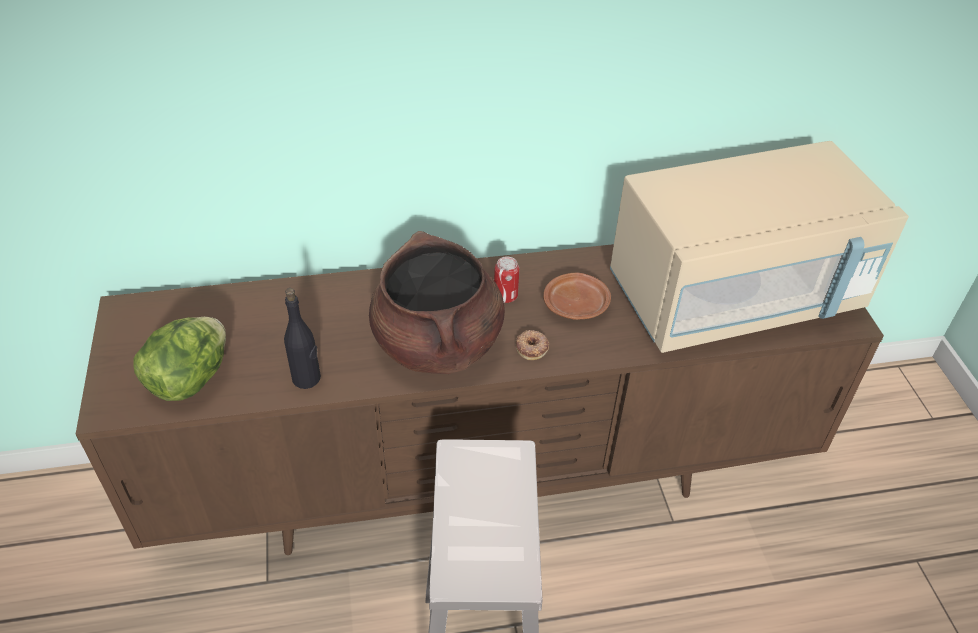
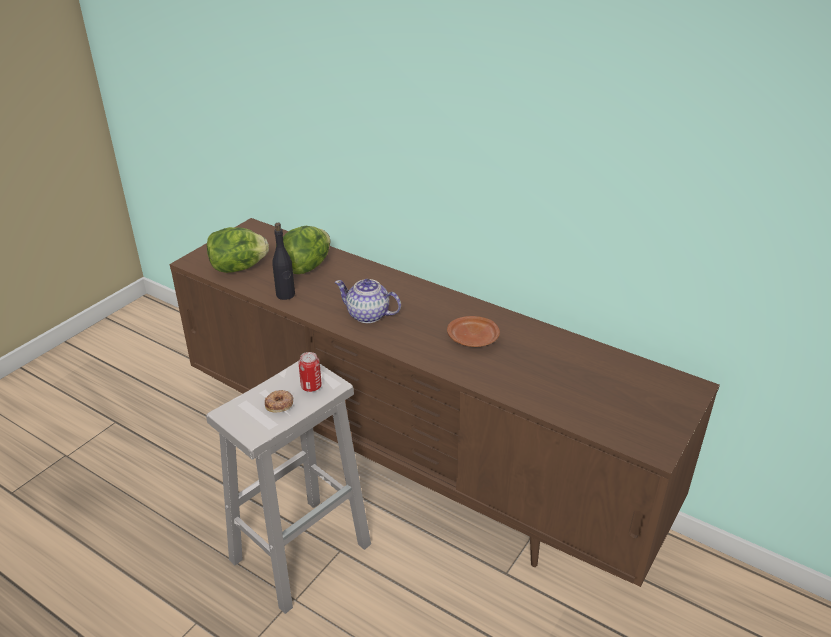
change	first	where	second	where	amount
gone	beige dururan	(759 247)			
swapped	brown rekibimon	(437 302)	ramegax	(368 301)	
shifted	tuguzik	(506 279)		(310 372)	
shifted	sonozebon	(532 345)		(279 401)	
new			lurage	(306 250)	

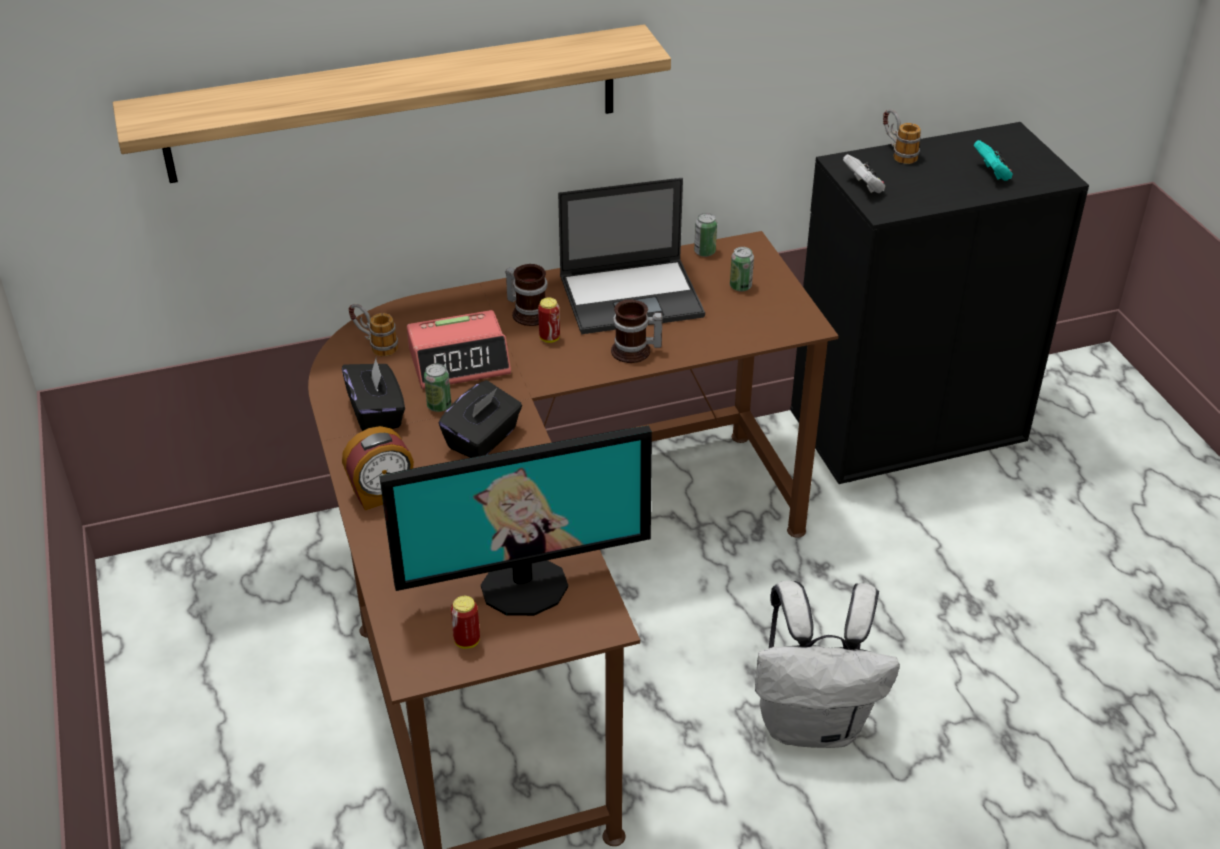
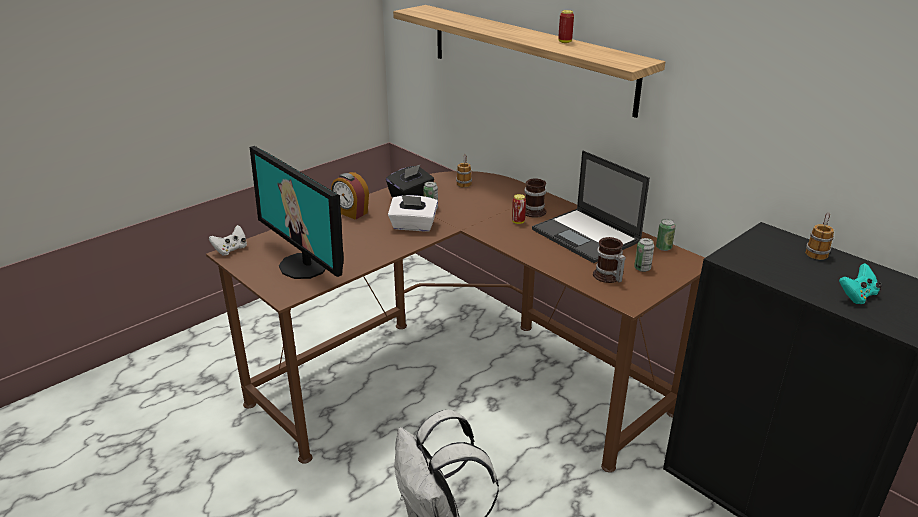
change	first	where	second	where	amount
shifted	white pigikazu	(864 173)		(228 240)	
shifted	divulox	(636 331)		(609 260)	
gone	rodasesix	(459 349)			
repainted	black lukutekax	(480 419)	white lukutekax	(413 213)	
shifted	tuguzik	(465 622)		(566 26)	

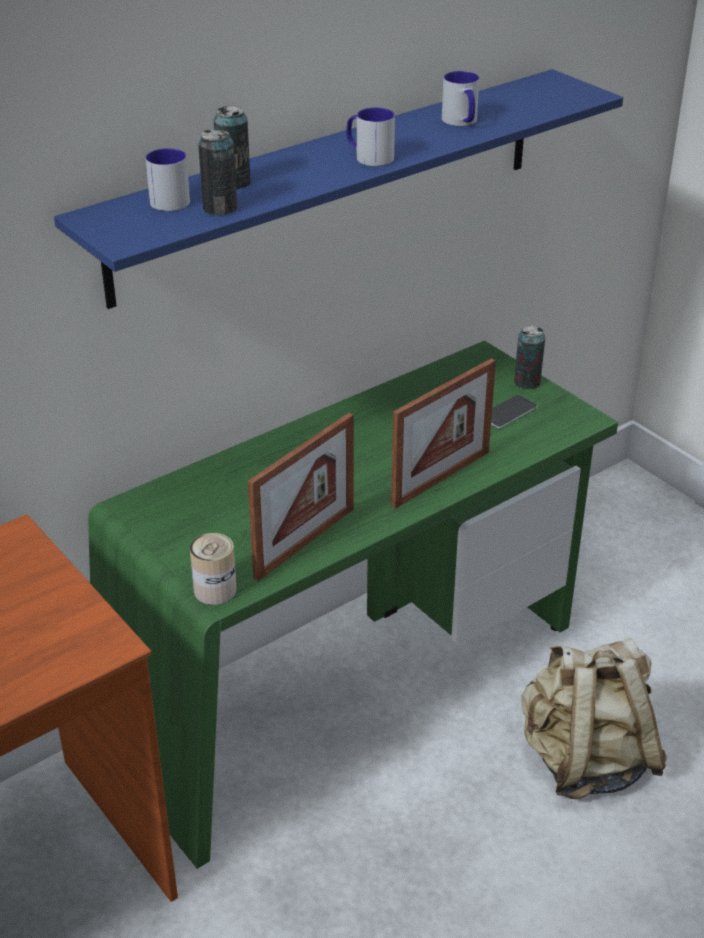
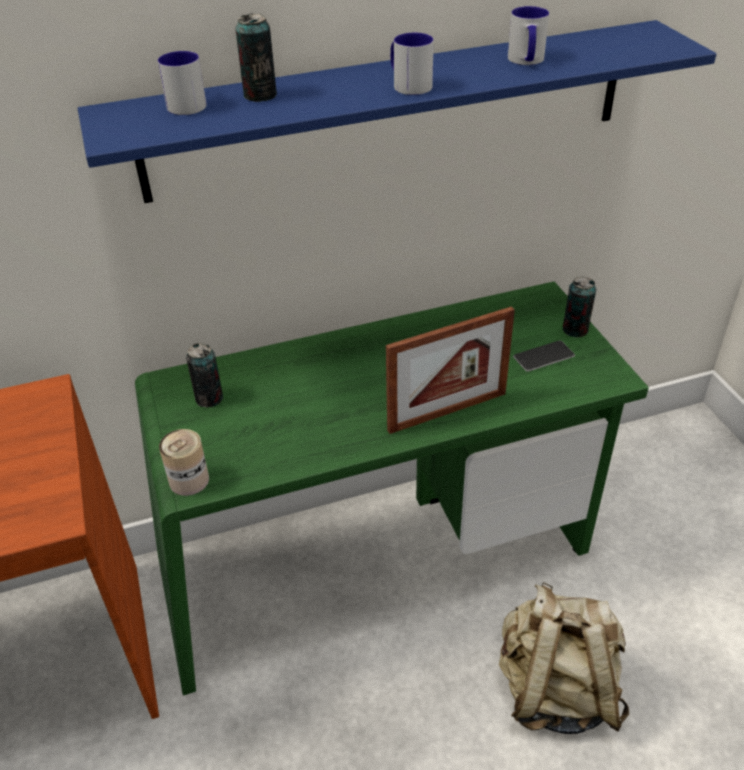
change	first	where	second	where	amount
shifted	tuguzik	(217 172)		(204 375)	
gone	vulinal	(301 497)			

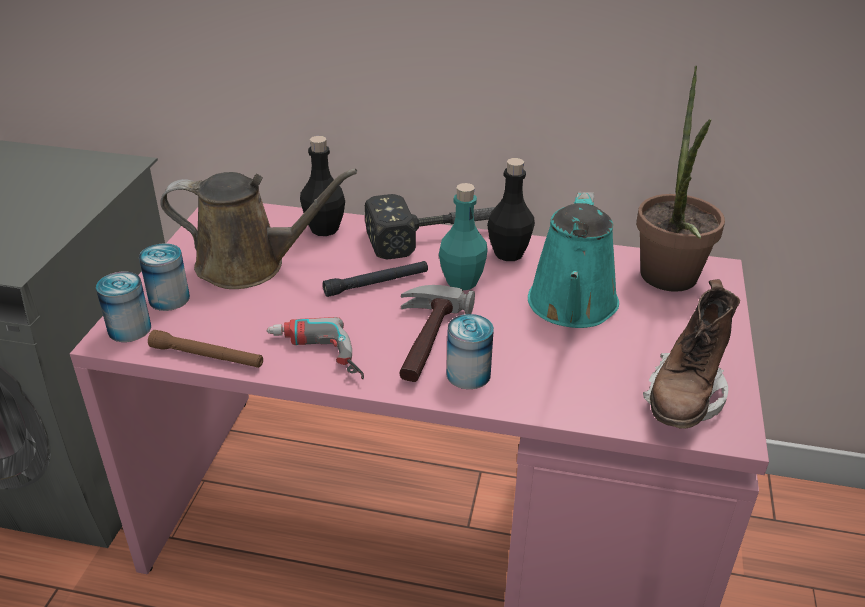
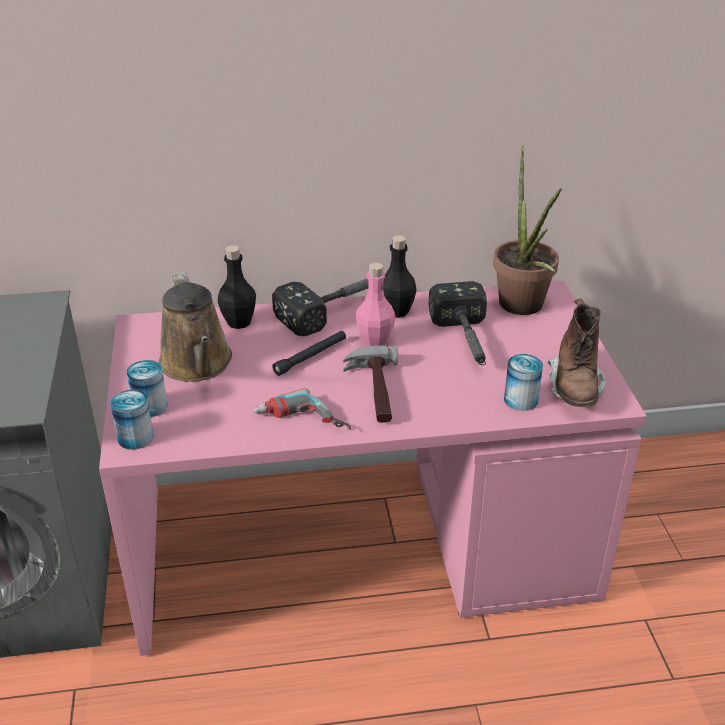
change	first	where	second	where	amount
rotated	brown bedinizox	(258 229)		(195 327)	90 degrees clockwise
repainted	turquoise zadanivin	(463 236)	pink zadanivin	(376 304)	
swapped	turquoise bedinizox	(573 260)	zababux	(458 323)	
shifted	tuguzik	(470 351)		(523 382)	
gone	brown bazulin	(205 349)			

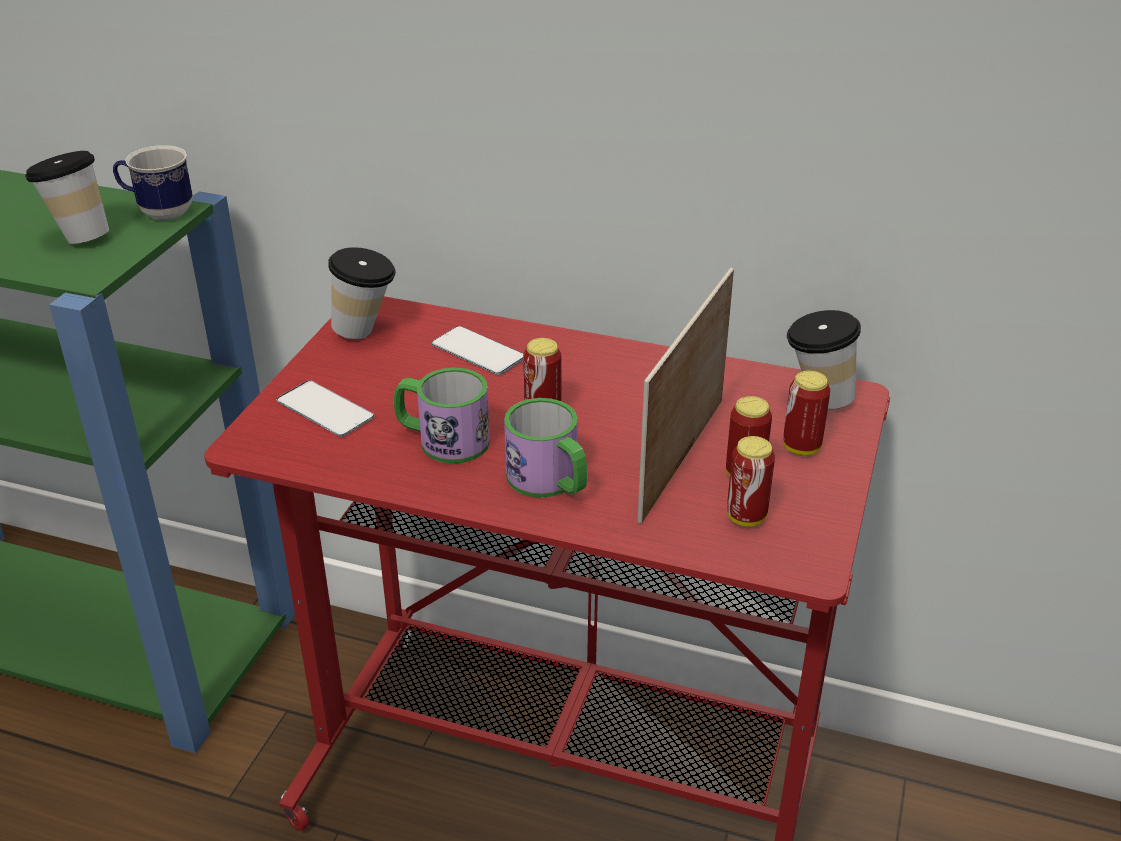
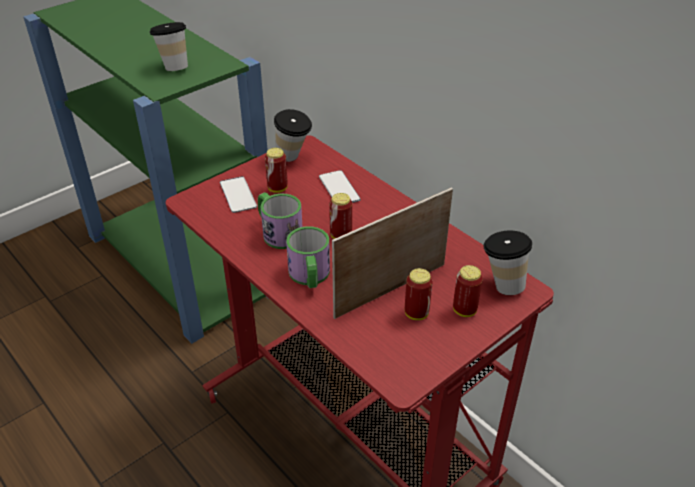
change	first	where	second	where	amount
gone	divulox	(153 182)			
shifted	tuguzik	(751 481)		(276 170)	

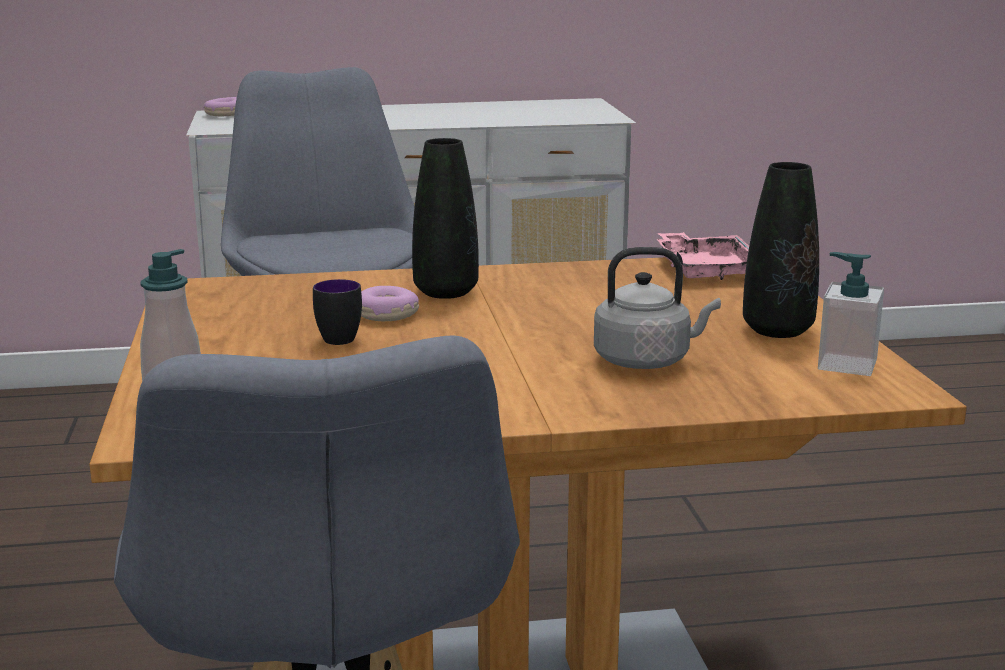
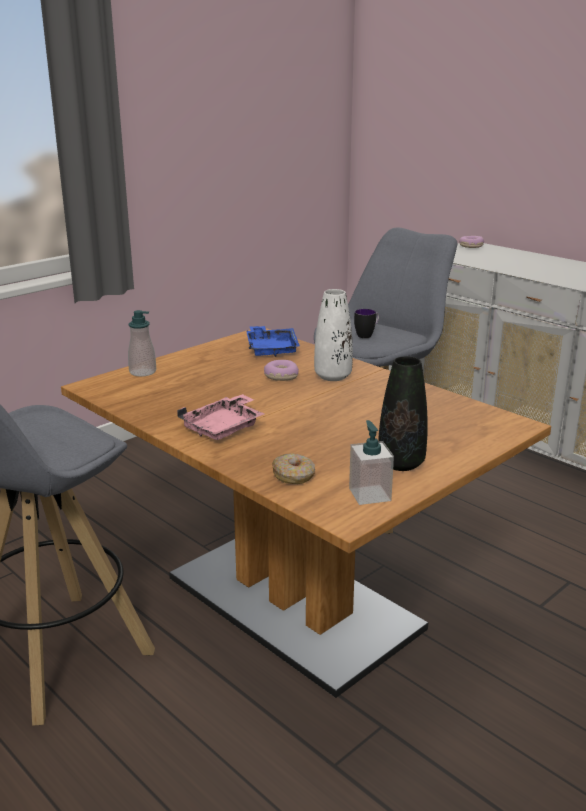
change	first	where	second	where	amount
repainted	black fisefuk	(445 218)	white fisefuk	(333 335)	
shifted	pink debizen	(703 256)		(220 417)	
gone	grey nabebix	(657 308)			
shifted	divulox	(337 312)		(366 323)	
new			blue debizen	(273 341)	
new			sonozebon	(293 468)	

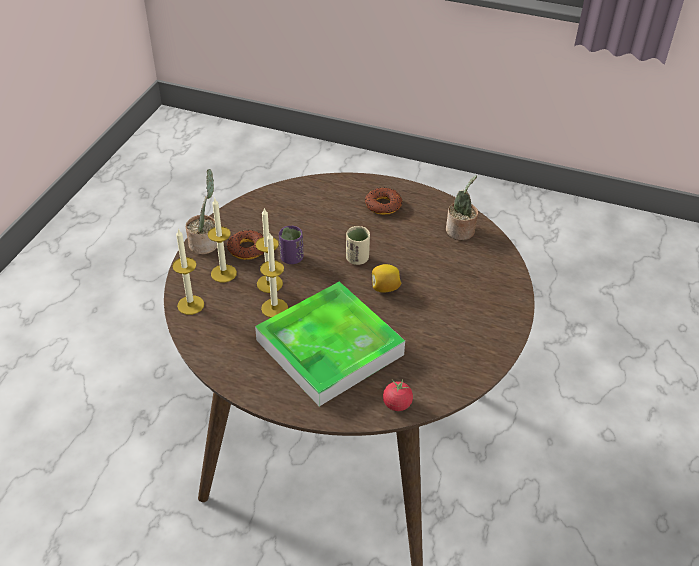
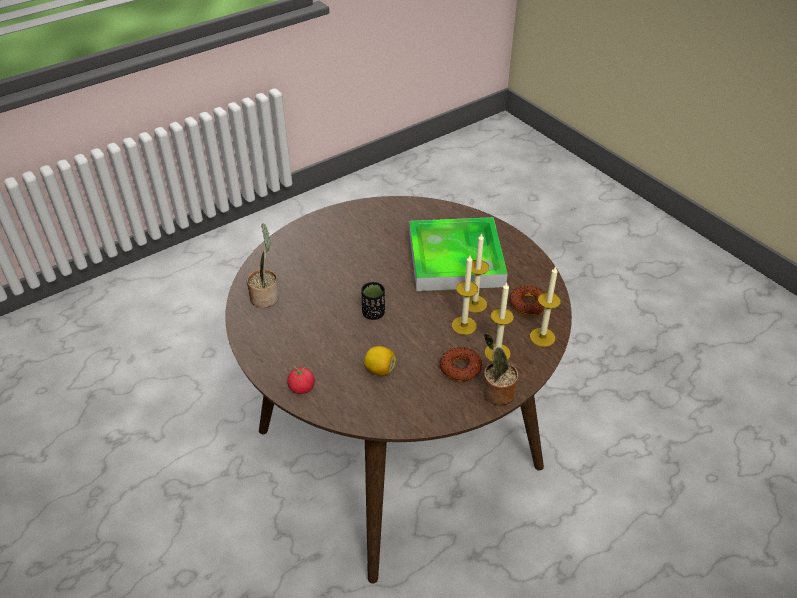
change	first	where	second	where	amount
shifted	sonozebon	(383 201)		(527 300)	
gone	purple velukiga	(291 245)			
repainted	beige velukiga	(358 245)	black velukiga	(373 301)	
shifted	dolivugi	(387 278)		(380 361)	
shifted	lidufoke	(398 395)		(301 380)	

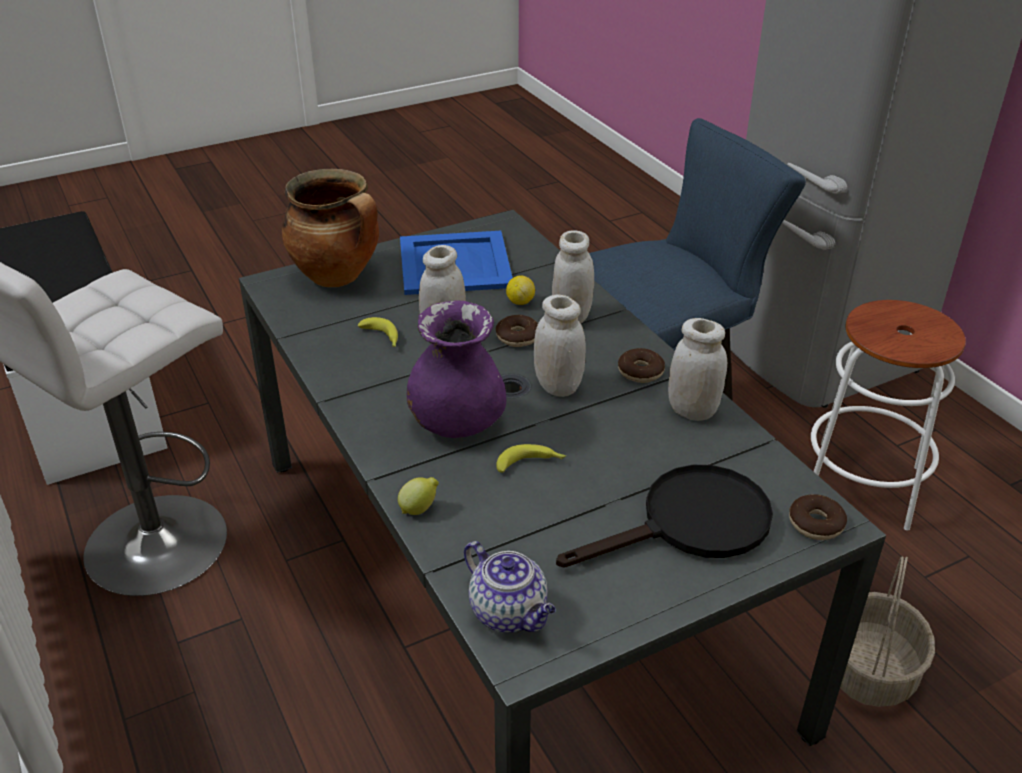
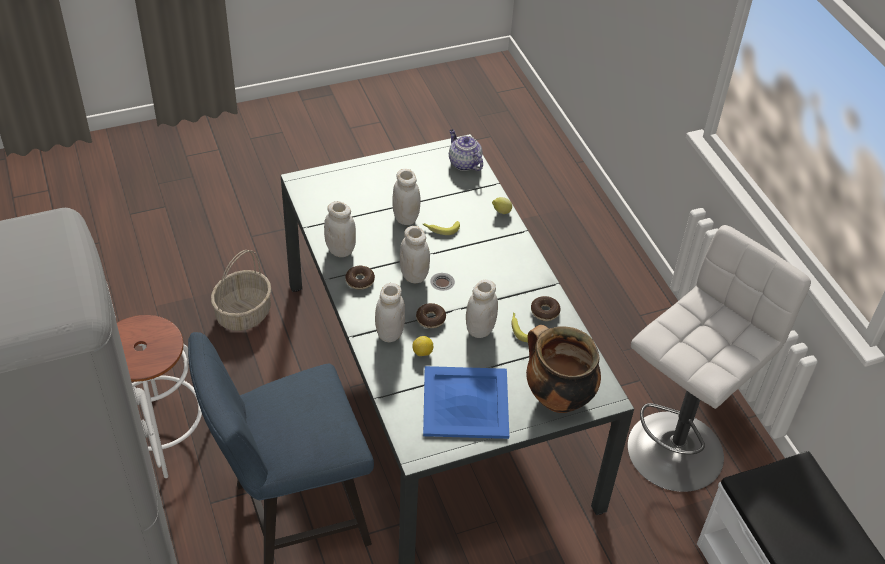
change	first	where	second	where	amount
gone	purple fisefuk	(456 369)			
gone	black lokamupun	(664 516)			
shifted	sonozebon	(818 517)		(546 308)	
new			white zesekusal	(406 197)	

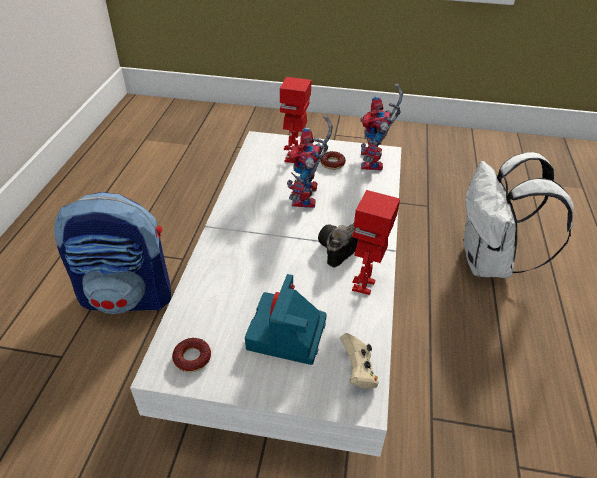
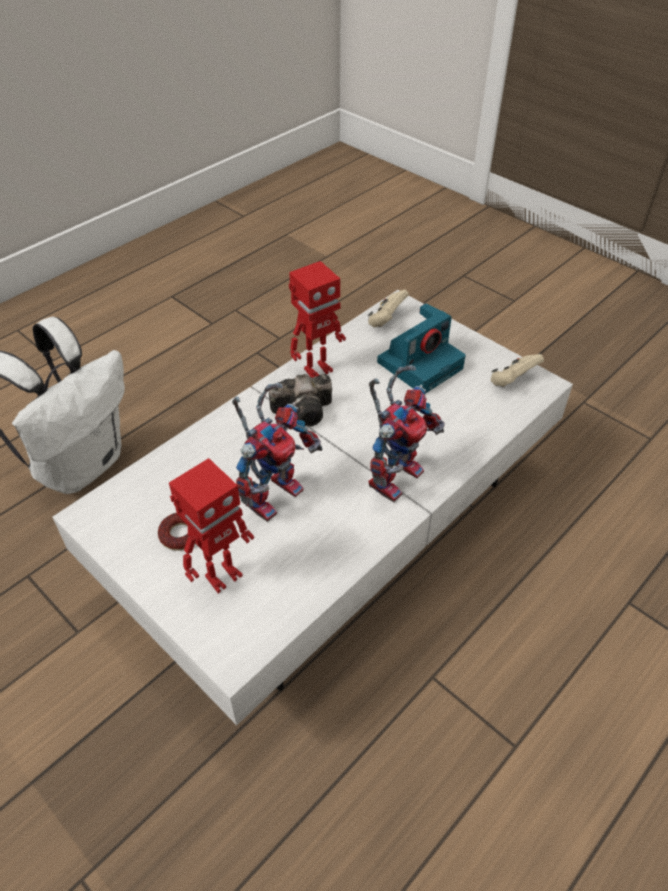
change	first	where	second	where	amount
shifted	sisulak	(381 127)		(406 433)	
gone	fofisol	(112 253)			
swapped	sonozebon	(191 355)	beige pigikazu	(517 370)	

